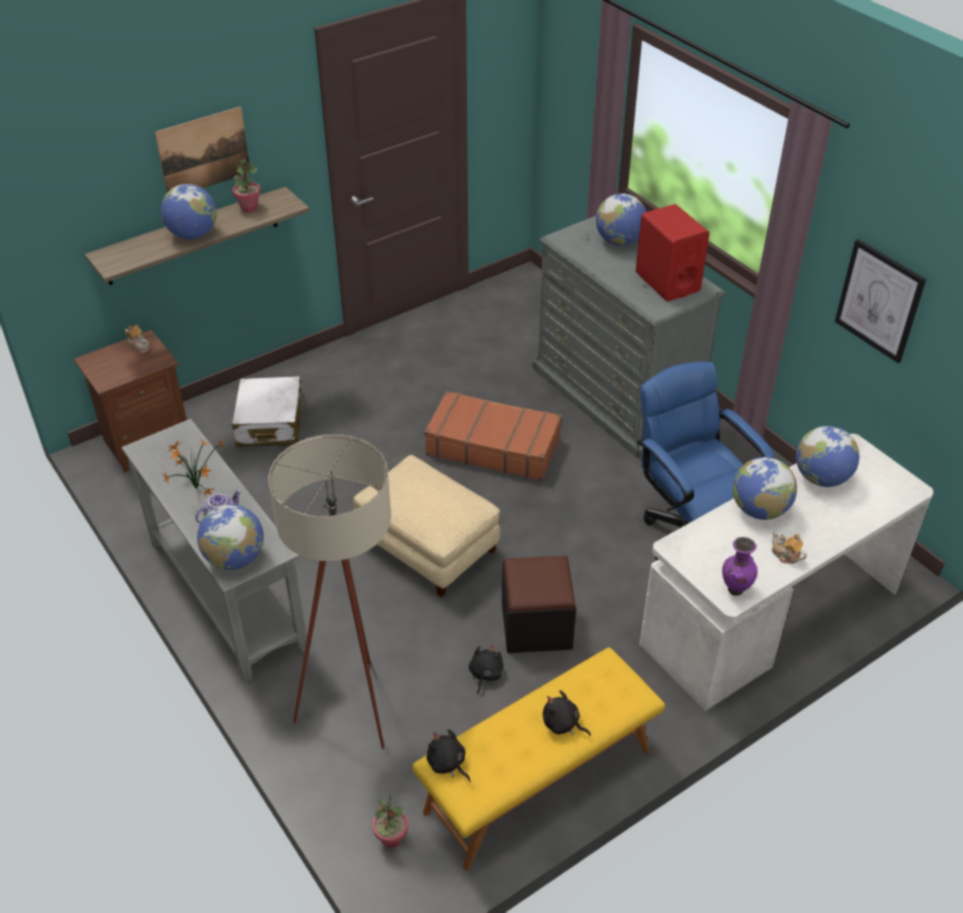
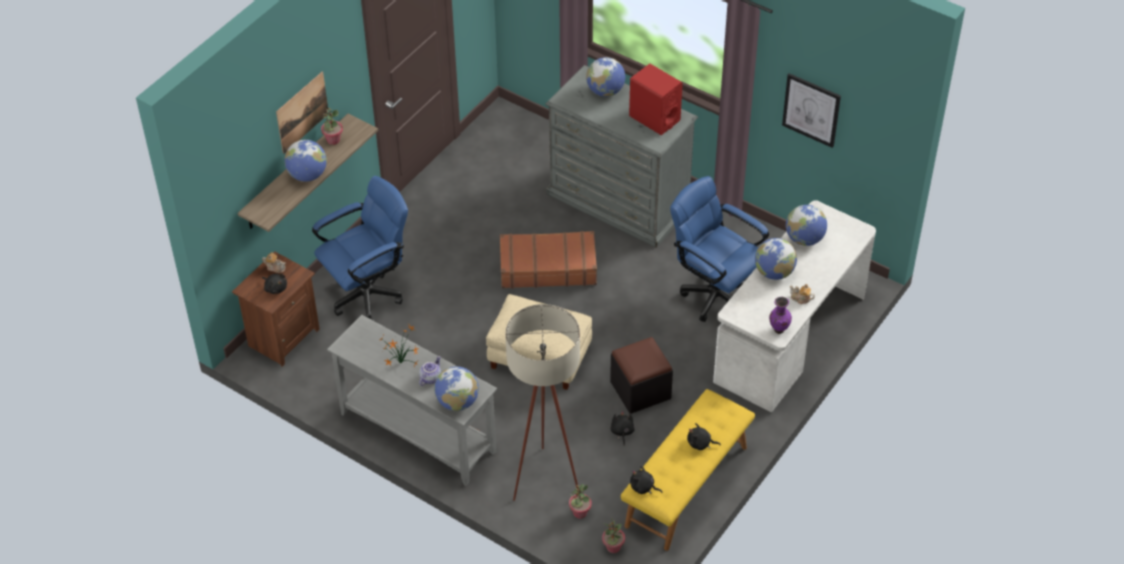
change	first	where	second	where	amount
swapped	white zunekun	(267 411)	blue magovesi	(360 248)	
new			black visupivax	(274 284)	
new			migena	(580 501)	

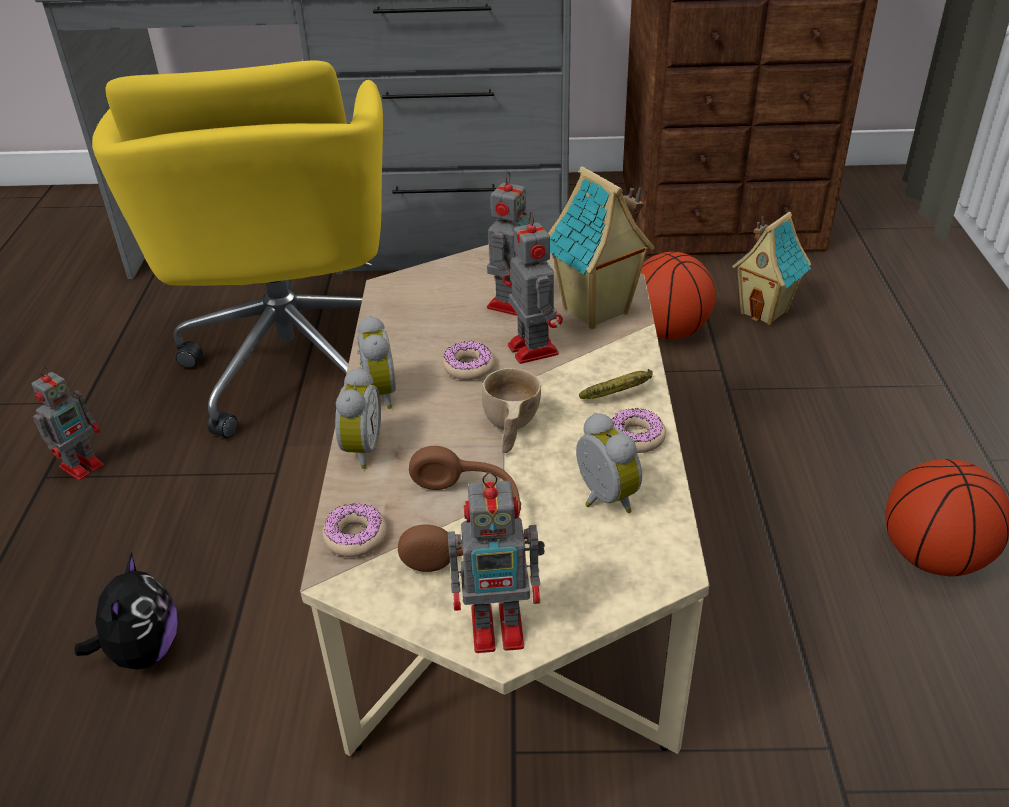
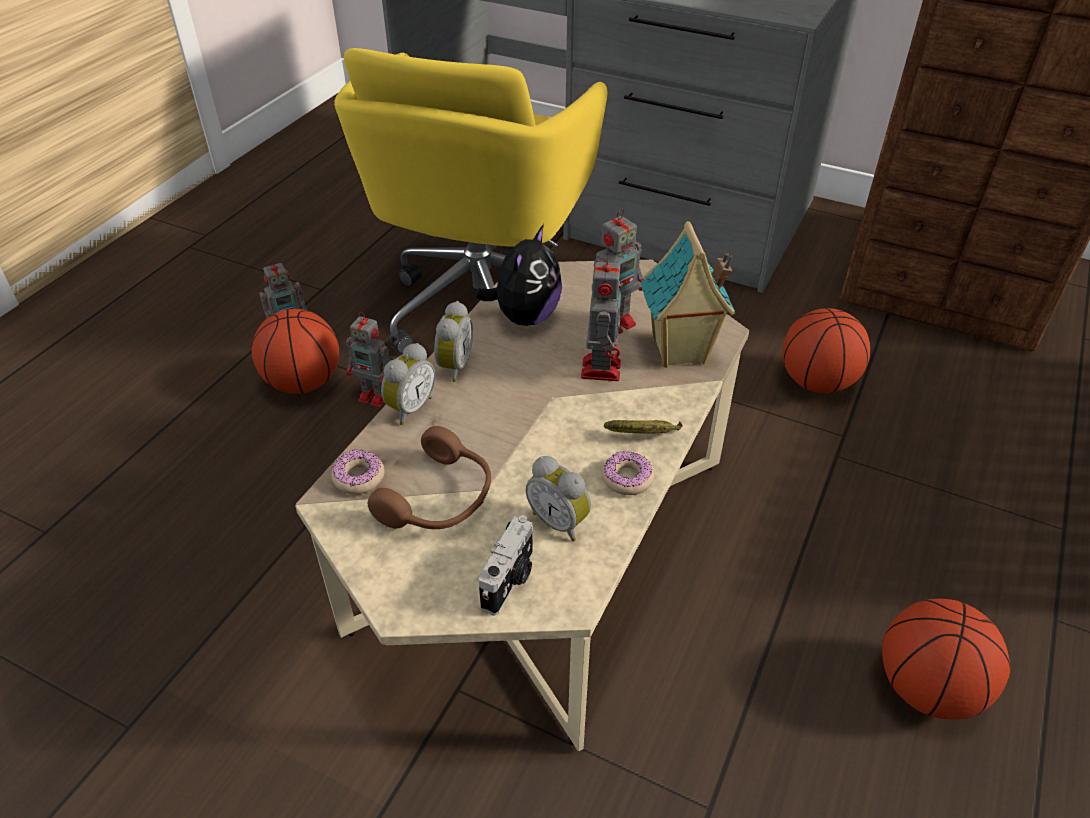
change	first	where	second	where	amount
gone	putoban	(772 268)			
gone	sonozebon	(469 360)			
gone	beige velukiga	(511 410)			
rotated	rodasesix	(609 463)		(558 499)	135 degrees clockwise
shifted	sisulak	(496 562)		(370 360)	
shifted	visupivax	(126 610)		(519 275)	
new			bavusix	(295 351)	
new			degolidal	(505 565)	

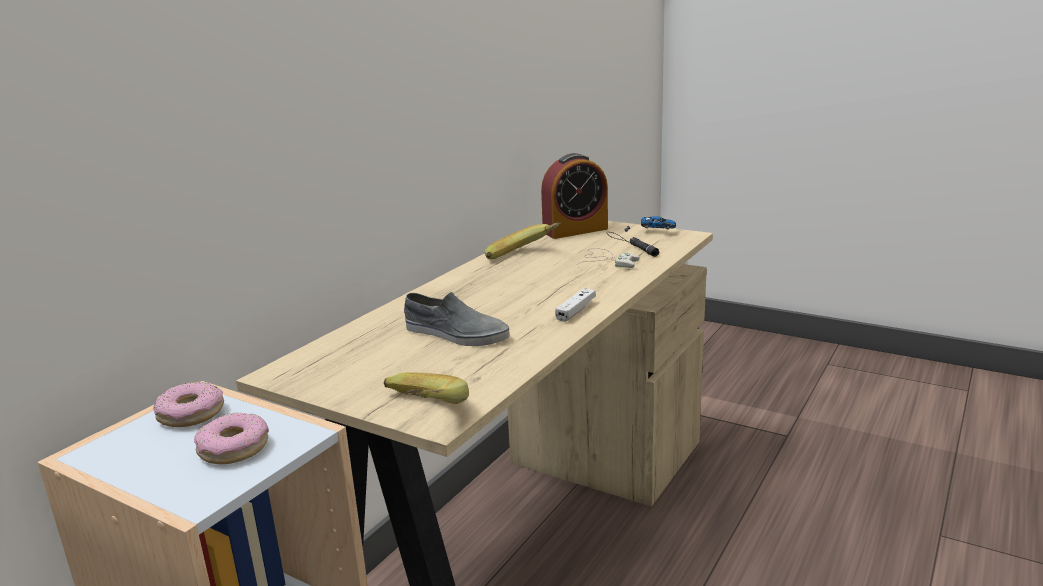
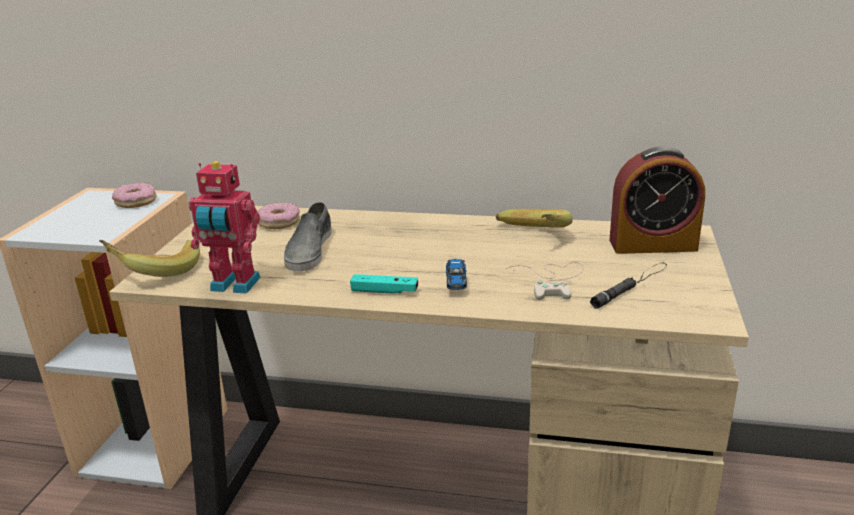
change	first	where	second	where	amount
rotated	rodasesix	(574 196)		(657 200)	45 degrees counterclockwise
shifted	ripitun	(650 224)		(456 274)	
repainted	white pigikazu	(575 305)	turquoise pigikazu	(384 284)	
shifted	sonozebon	(231 438)		(278 216)	
new			sisulak	(225 227)	

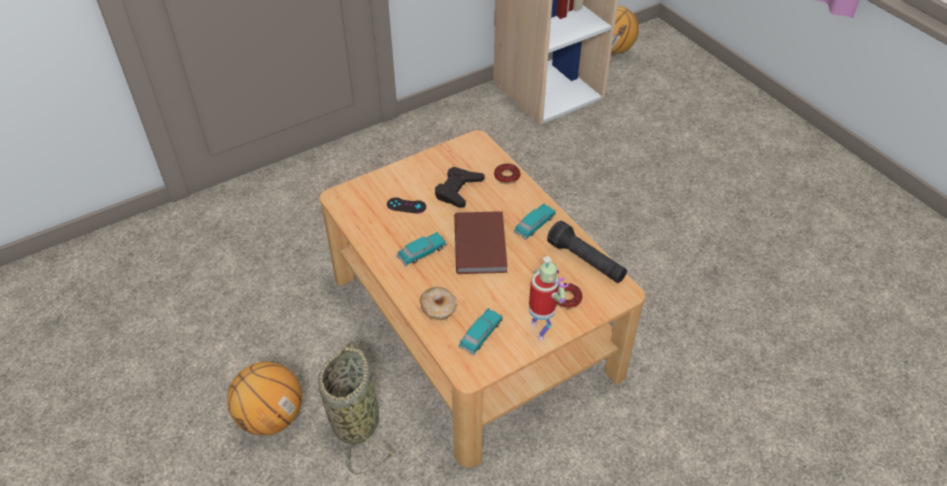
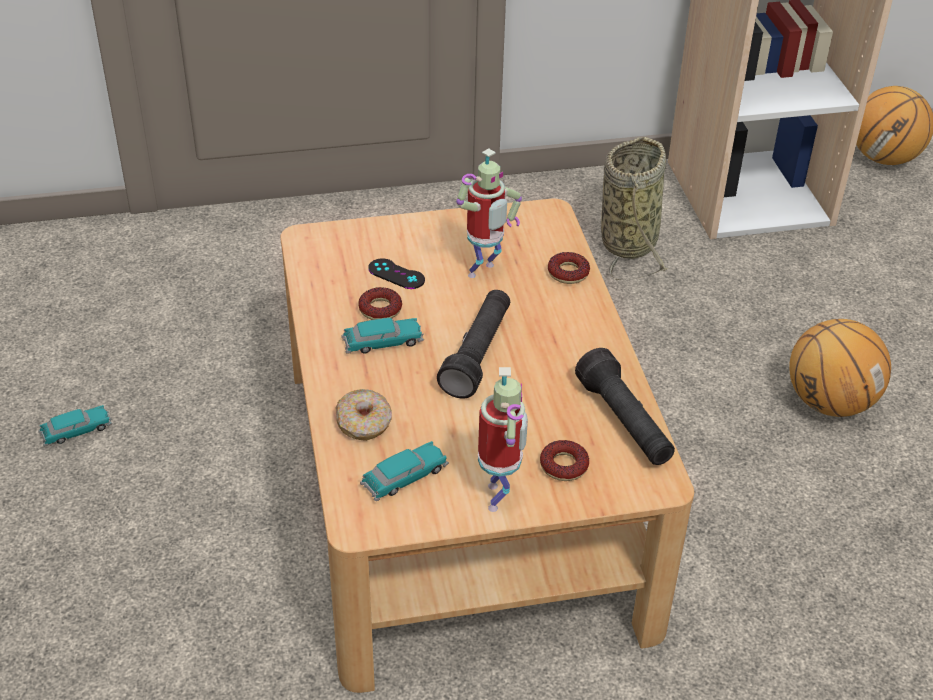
change	first	where	second	where	amount
swapped	black pigikazu	(460 187)	sisulak	(489 213)	
shifted	ripitun	(534 221)		(75 425)	
swapped	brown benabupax	(480 242)	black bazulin	(473 344)	
shifted	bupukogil	(357 408)		(635 208)	
shifted	bavusix	(264 399)		(840 368)	
new			sonozebon	(380 303)	

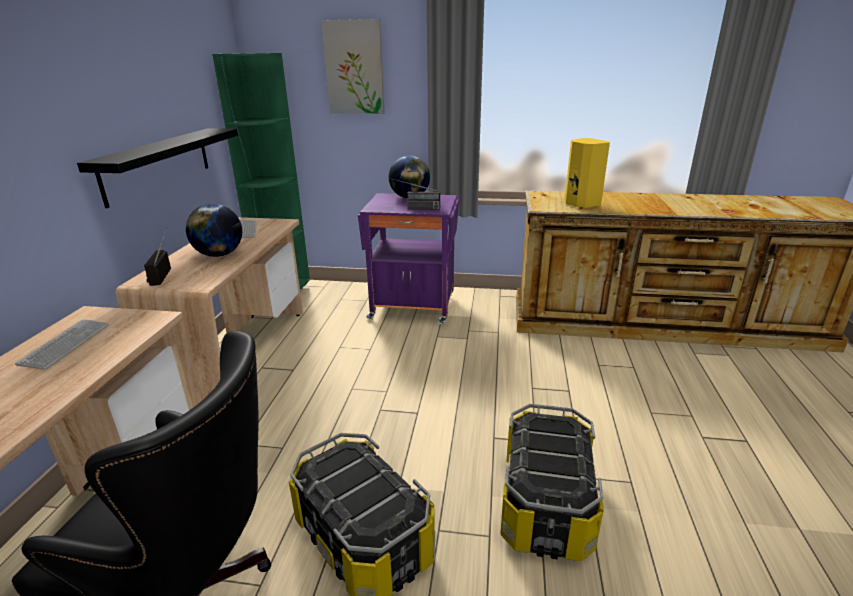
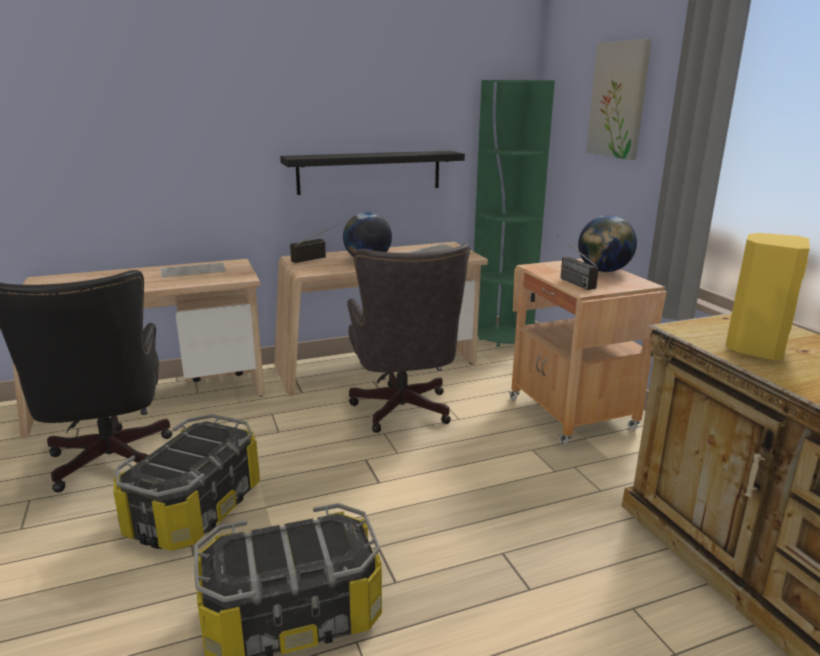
change	first	where	second	where	amount
repainted	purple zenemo	(408 258)	brown zenemo	(588 352)	
new			grey magovesi	(408 338)	

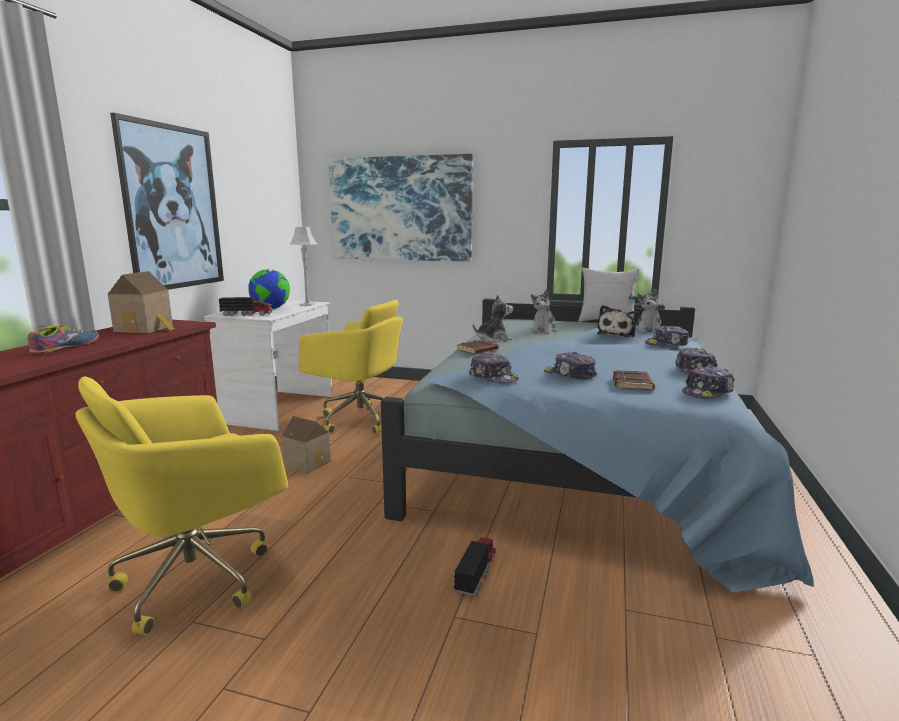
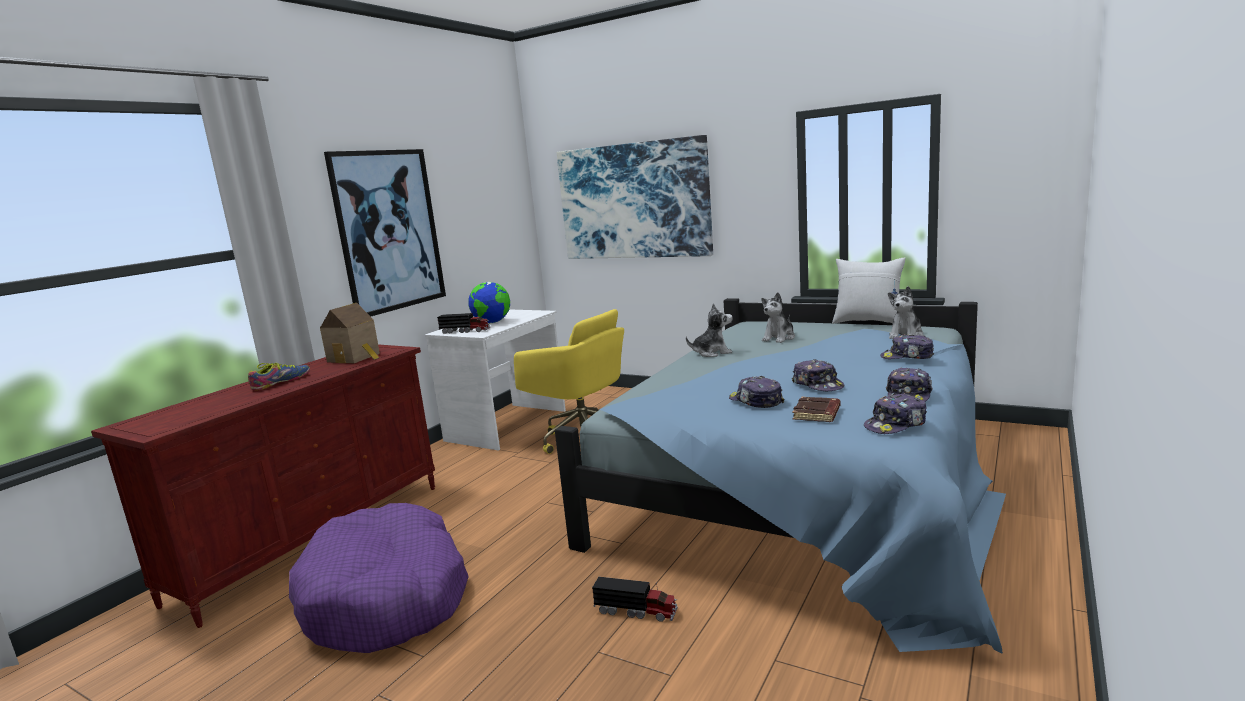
change	first	where	second	where	amount
gone	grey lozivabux	(303 266)			
gone	visupivax	(617 321)			
gone	brown benabupax	(478 347)			
shifted	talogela	(494 368)		(818 375)	
swapped	yellow magovesi	(181 506)	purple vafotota	(379 578)	
gone	putoban	(306 445)			
rotated	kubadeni	(474 566)		(635 599)	75 degrees clockwise

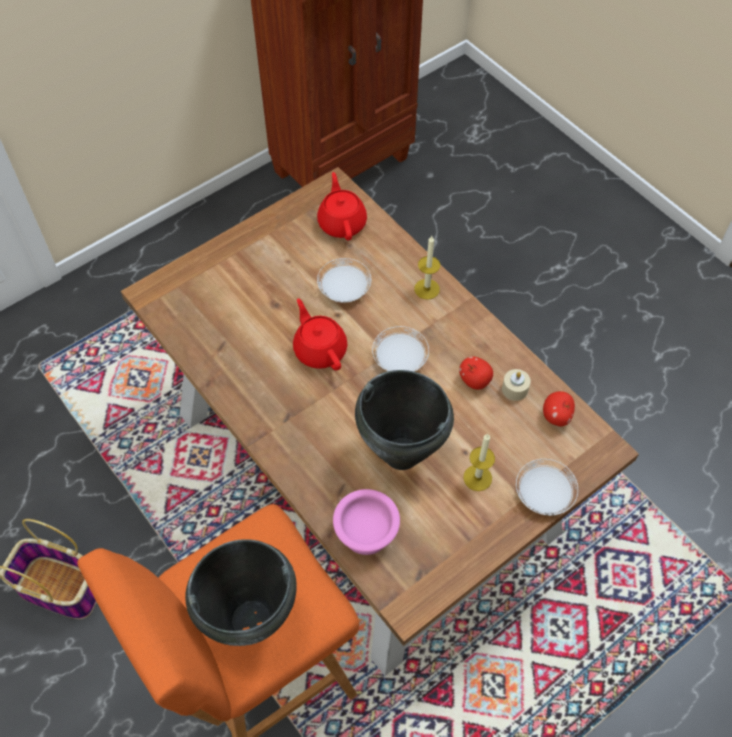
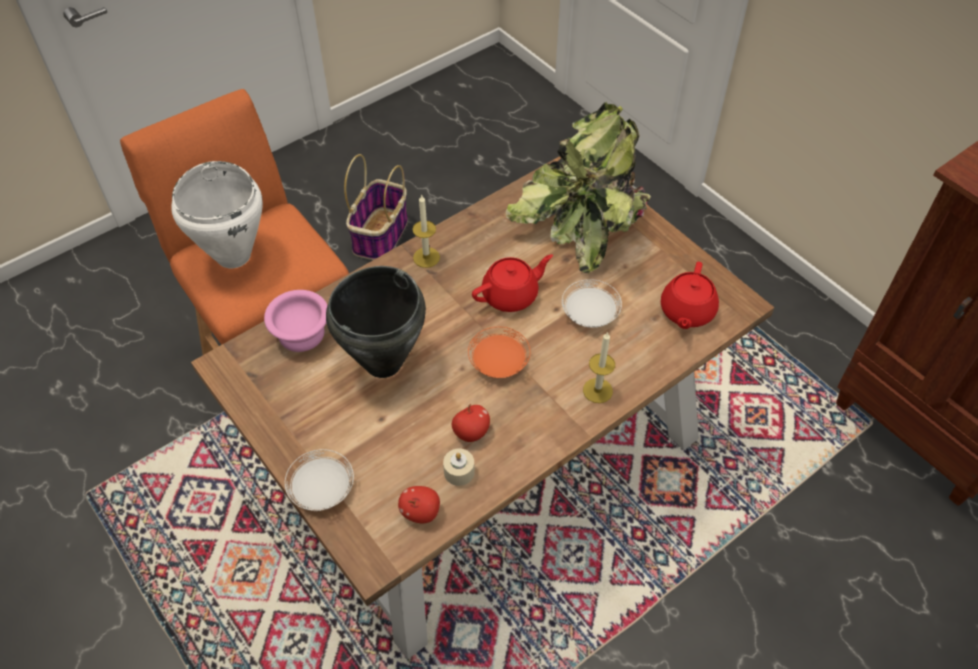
change	first	where	second	where	amount
rotated	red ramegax	(342 206)		(690 295)	120 degrees clockwise
repainted	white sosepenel	(400 348)	orange sosepenel	(499 352)	
shifted	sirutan	(479 462)		(426 231)	
repainted	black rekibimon	(241 592)	white rekibimon	(217 214)	
new			migena	(578 187)	

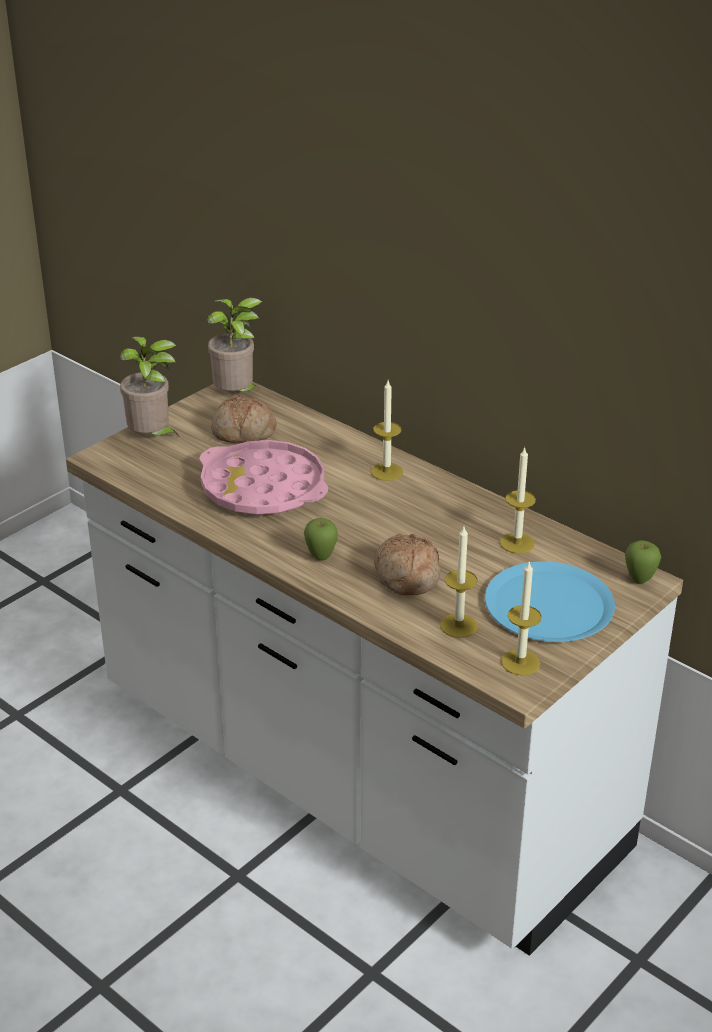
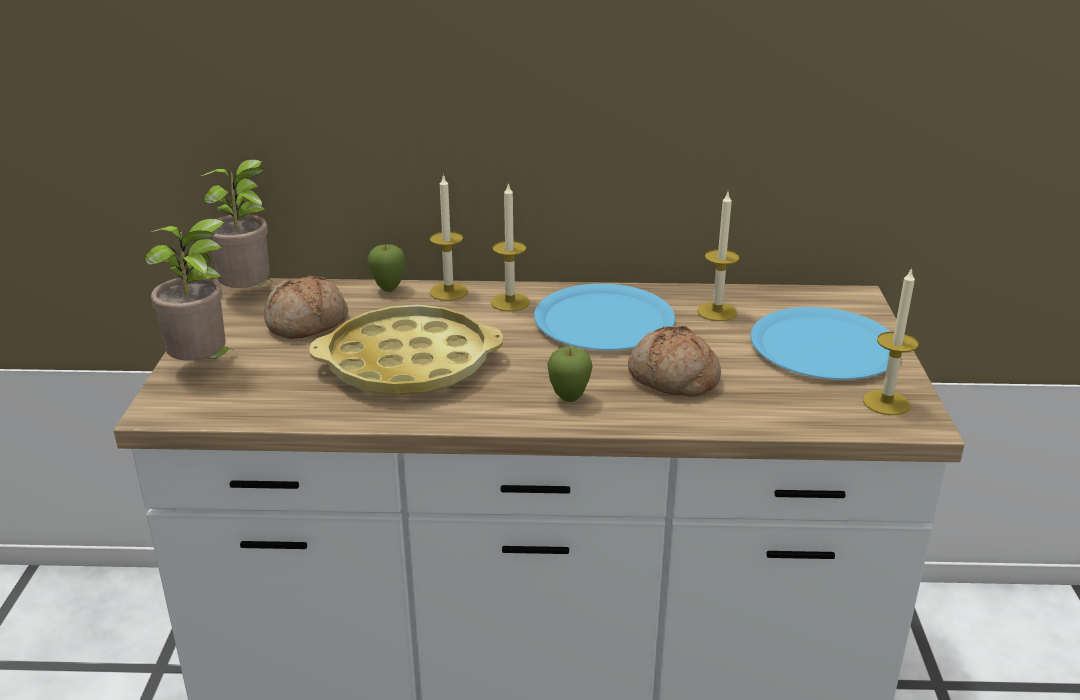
change	first	where	second	where	amount
repainted	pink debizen	(263 477)	yellow debizen	(406 350)	
shifted	sirutan	(459 582)		(449 237)	
shifted	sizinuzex	(643 562)		(387 268)	
new			blue sosepenel	(604 317)	

